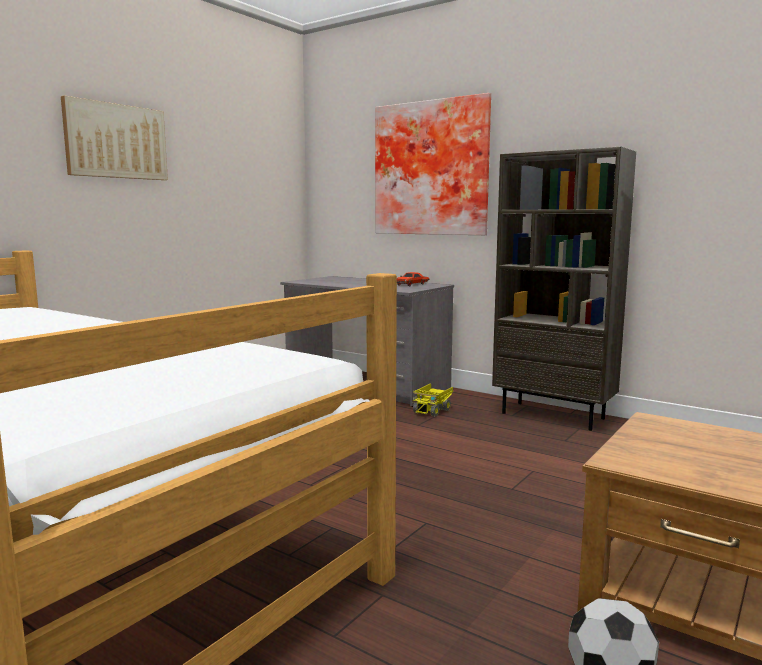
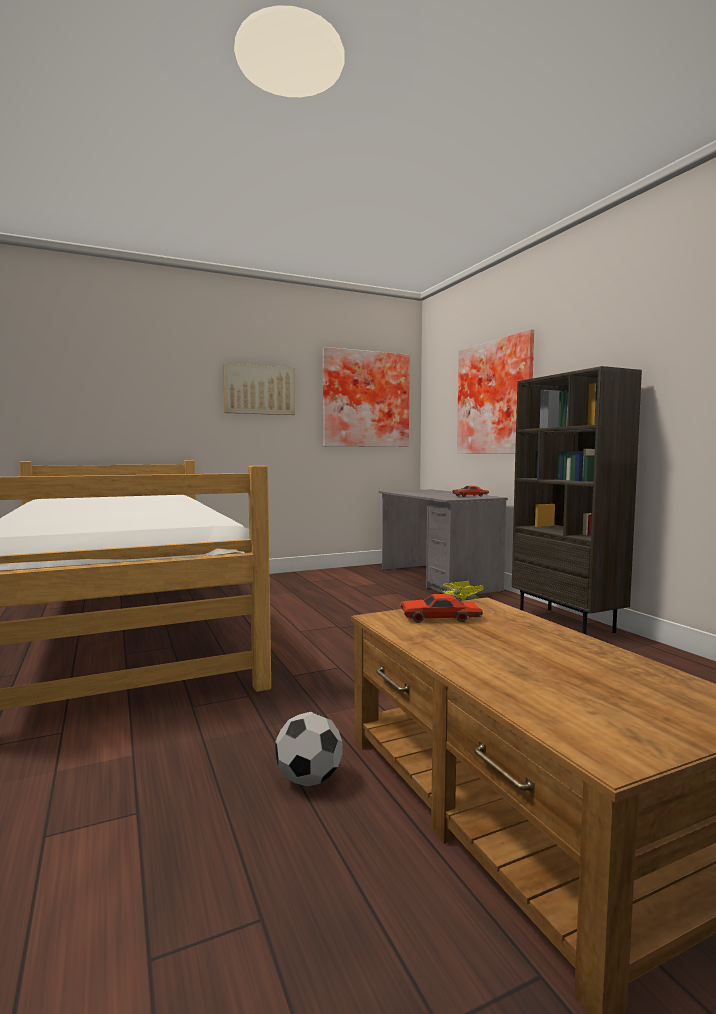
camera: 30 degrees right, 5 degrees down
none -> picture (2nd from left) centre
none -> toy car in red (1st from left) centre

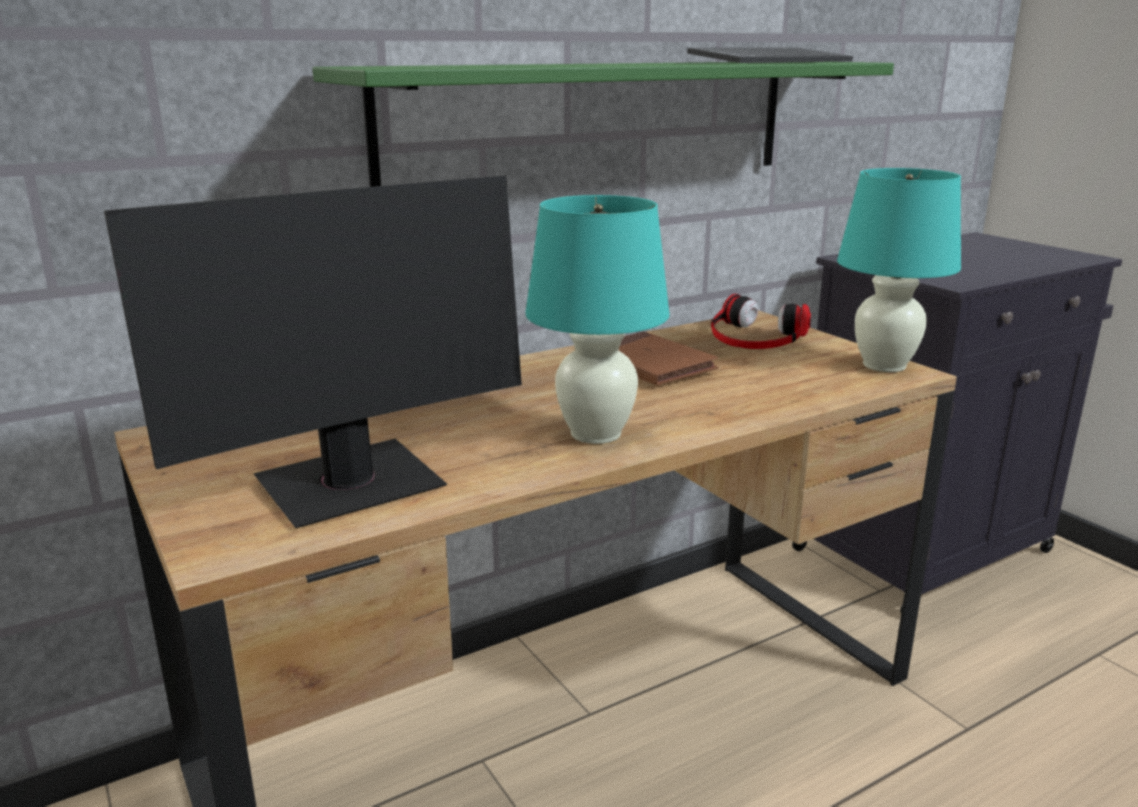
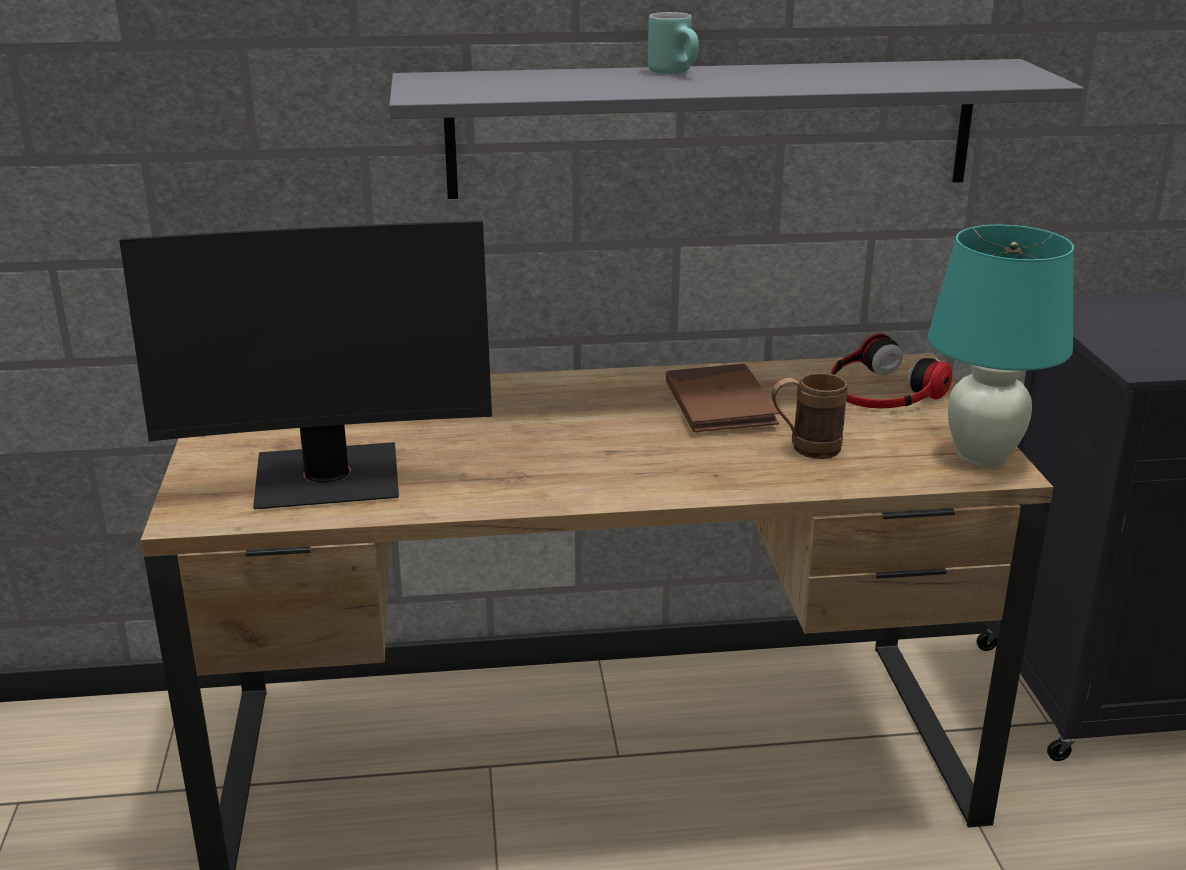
camera: 25 degrees right, 5 degrees up
shelf in green top centre -> shelf in grey top centre
table lamp in turquoise (1st from left) centre -> none
keyboard top right -> none
none -> mug in turquoise top centre
none -> mug in brown middle right

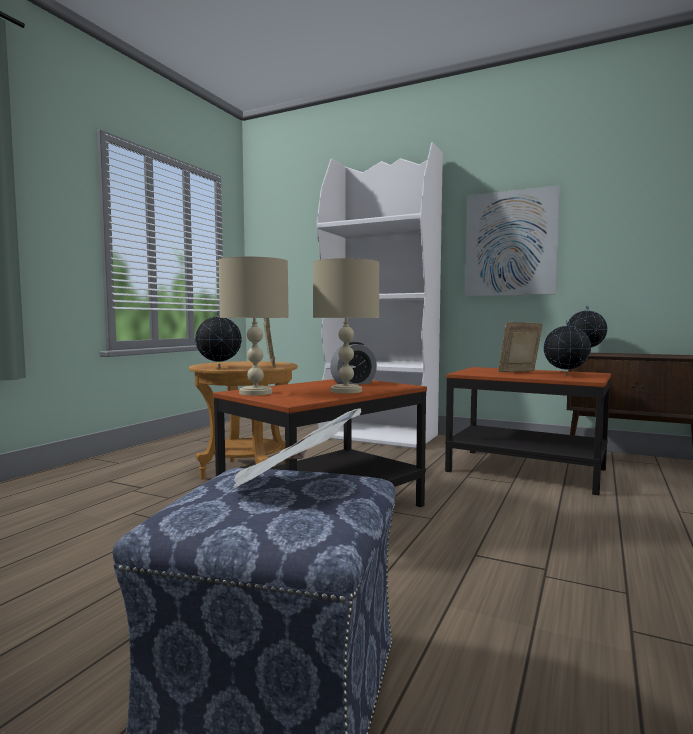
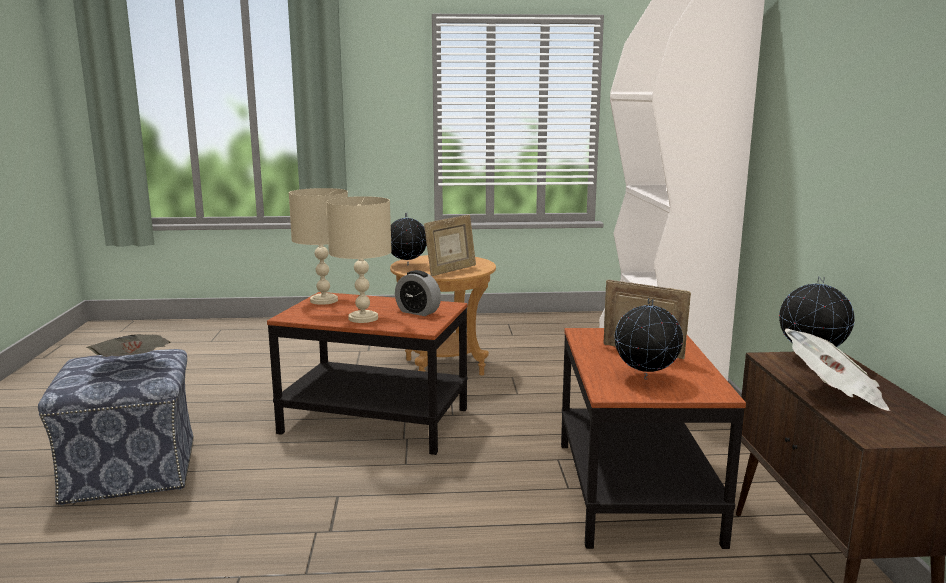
camera: 60 degrees right, 10 degrees up
picture top right -> none
none -> newspaper (2nd from left) middle right

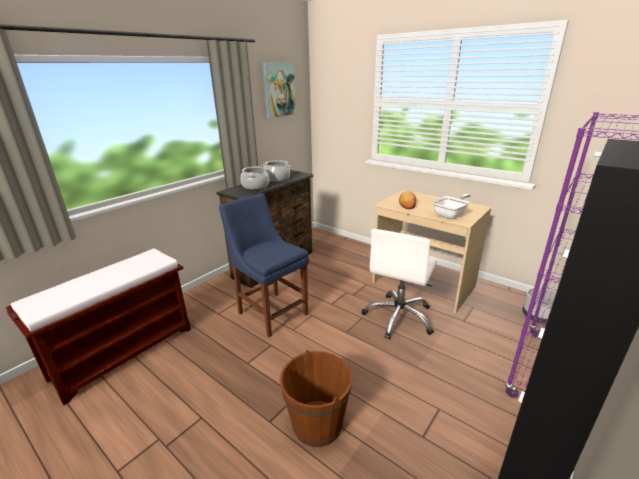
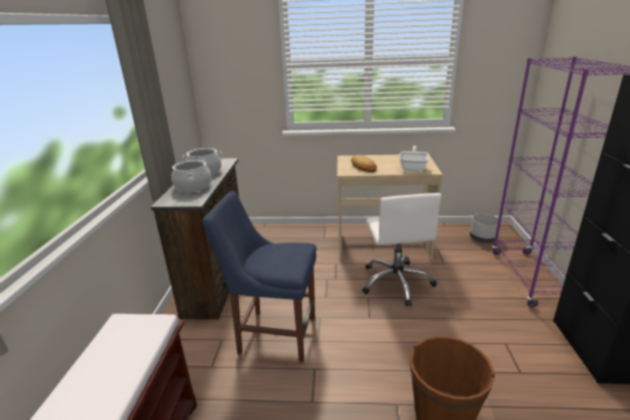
camera: 35 degrees left, 0 degrees up
picture top centre -> none

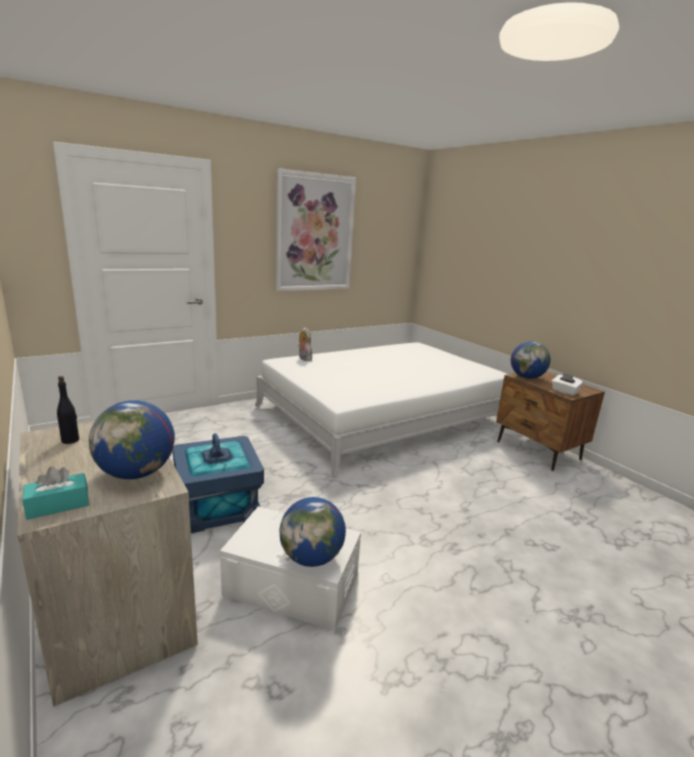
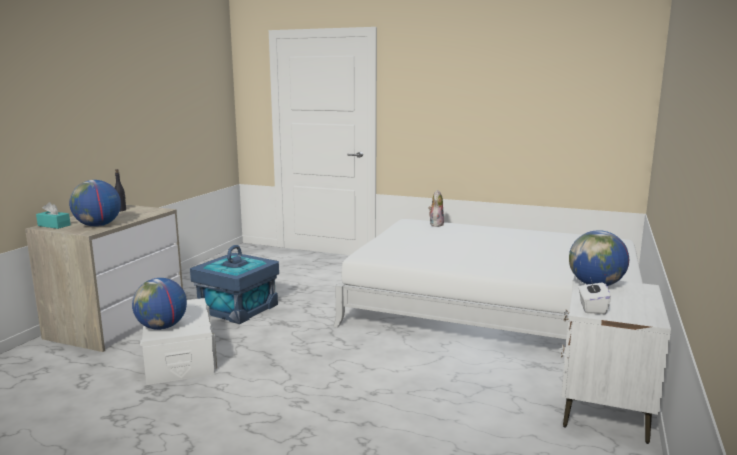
camera: 55 degrees right, 5 degrees down
picture top centre -> none
nightstand in brown middle right -> nightstand in white bottom right

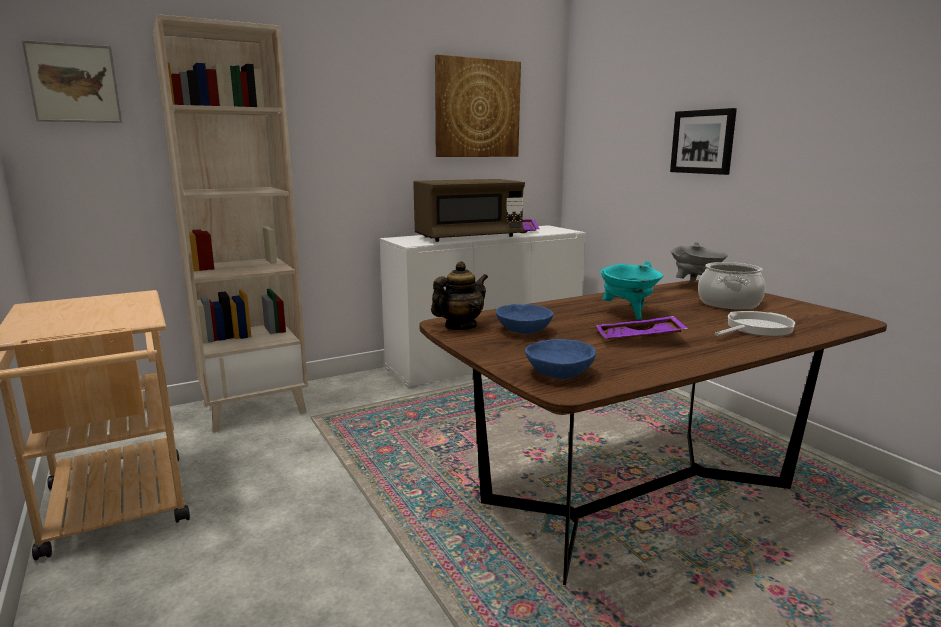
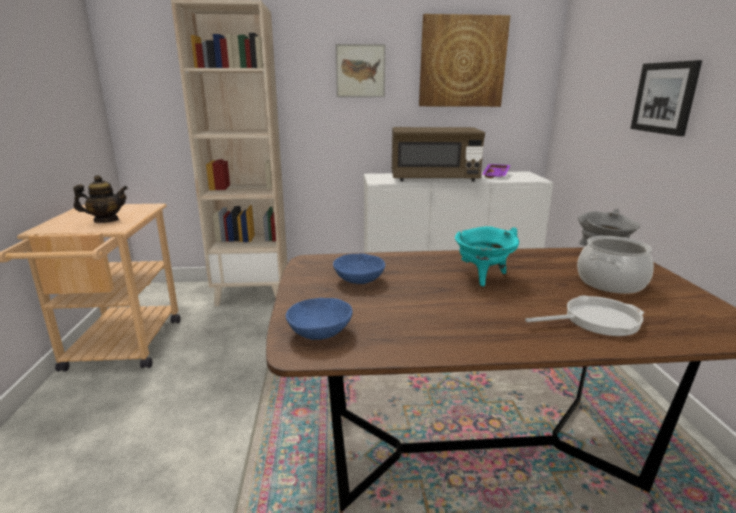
camera: 25 degrees right, 5 degrees up
picture (1st from left) top left -> picture (1st from left) top centre, moved
teapot centre -> teapot middle left, moved
tray in purple (2nd from left) middle right -> none

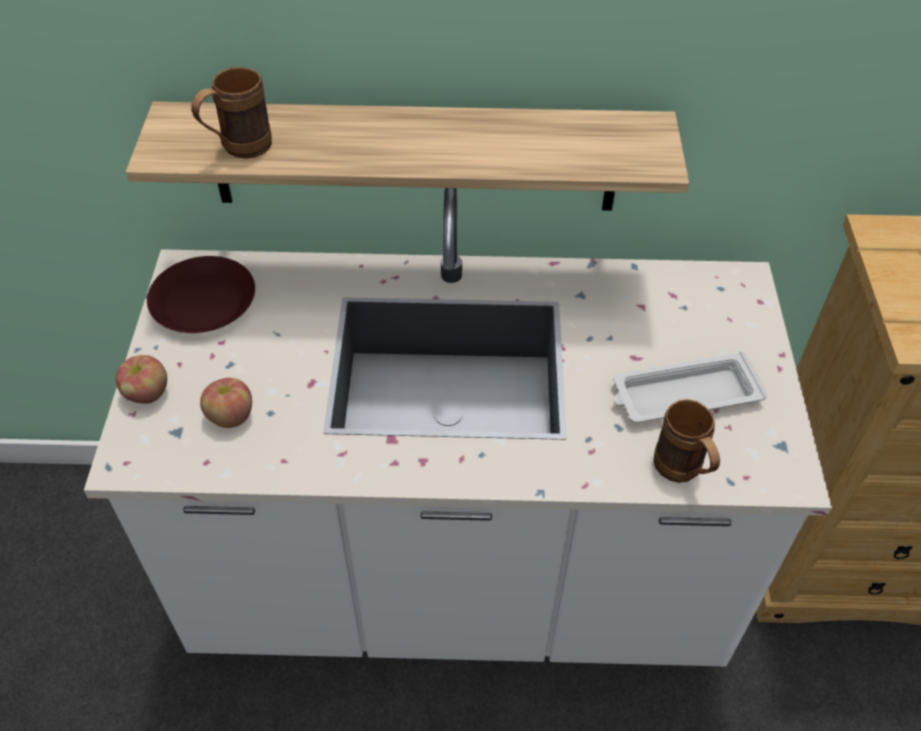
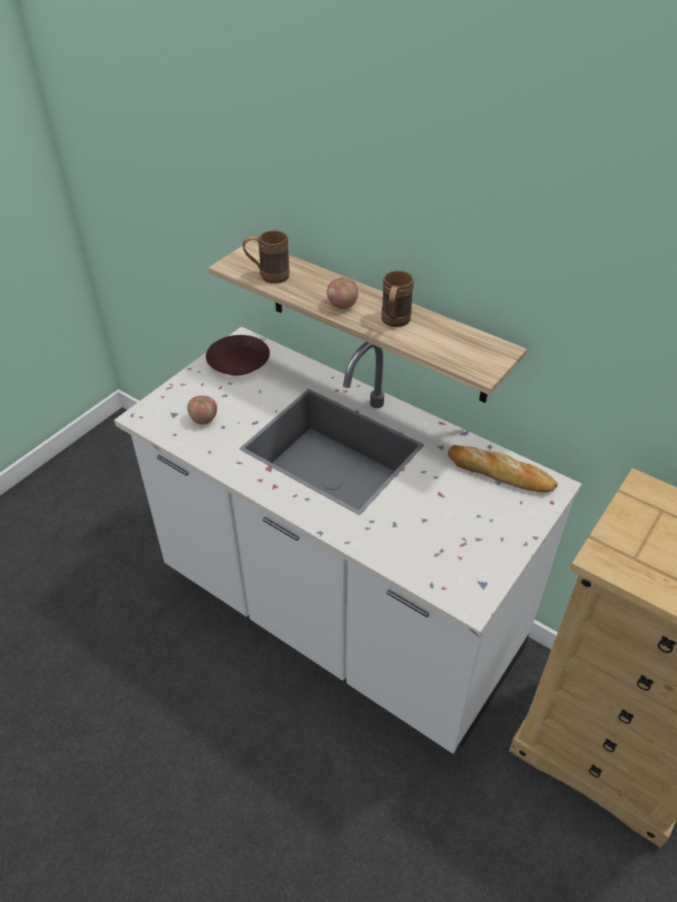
camera: 35 degrees right, 5 degrees down
apple (1st from left in the first image) middle left -> apple (2nd from left) top centre, moved
tray in white middle right -> none
mug in brown (2nd from left) middle right -> mug in brown (2nd from left) top centre, moved
none -> bread middle right

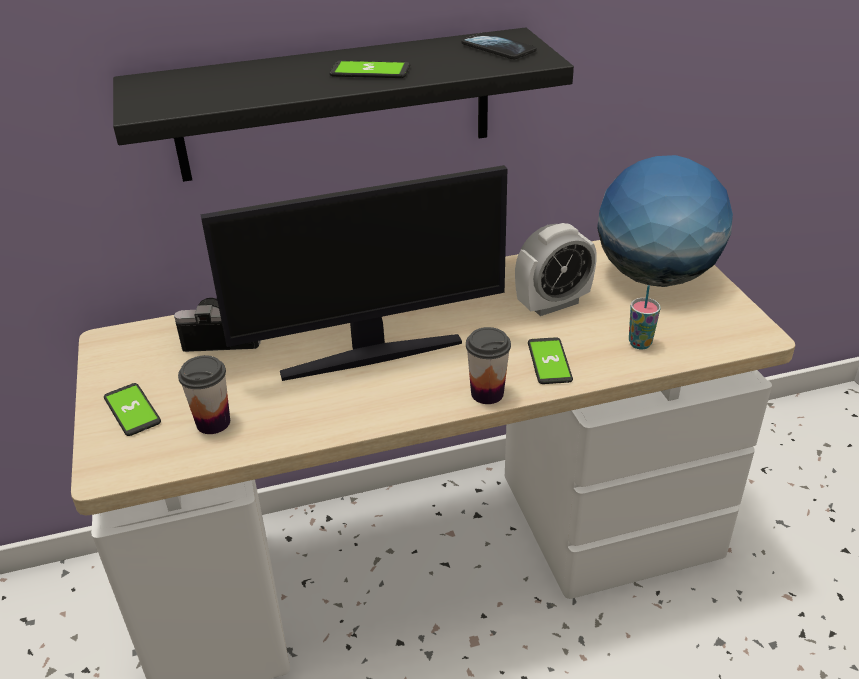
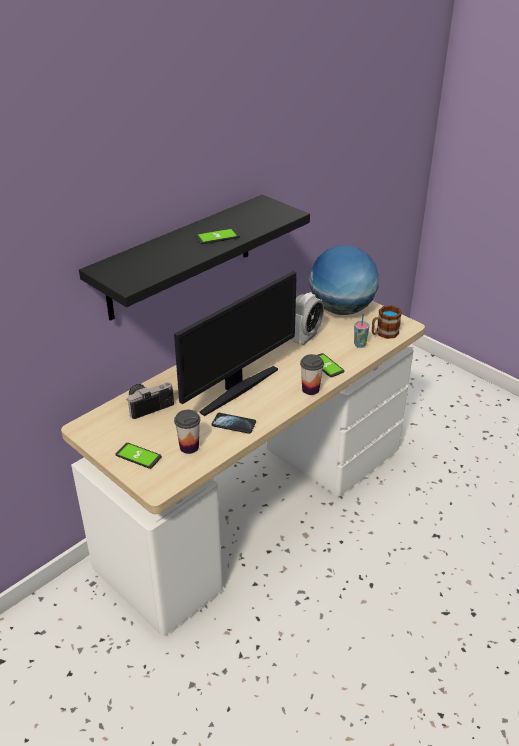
camera: 30 degrees left, 0 degrees up
phone (3rd from left) top centre -> phone (3rd from left) centre, moved
none -> mug middle right

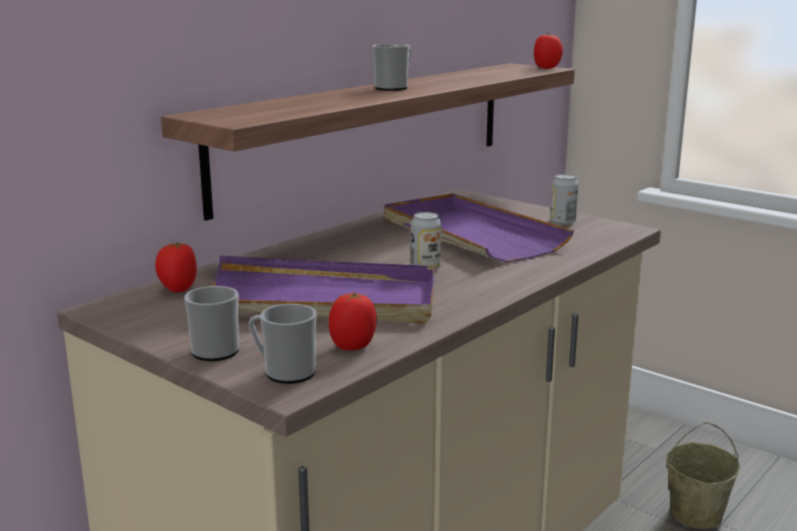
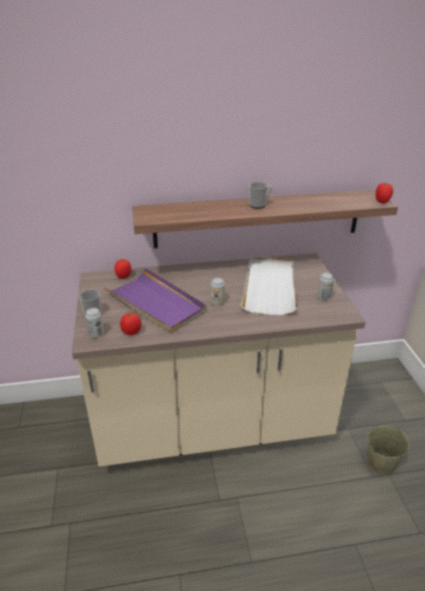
camera: 40 degrees right, 15 degrees up
mug (2nd from left) centre -> can (1st from left) middle left
tray in purple (2nd from left) centre -> tray in white centre

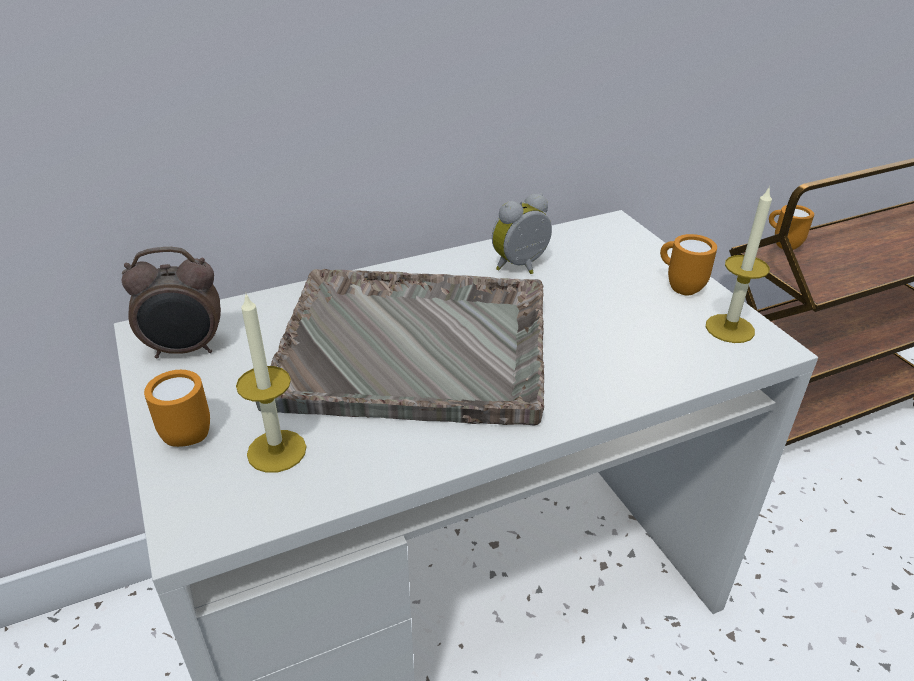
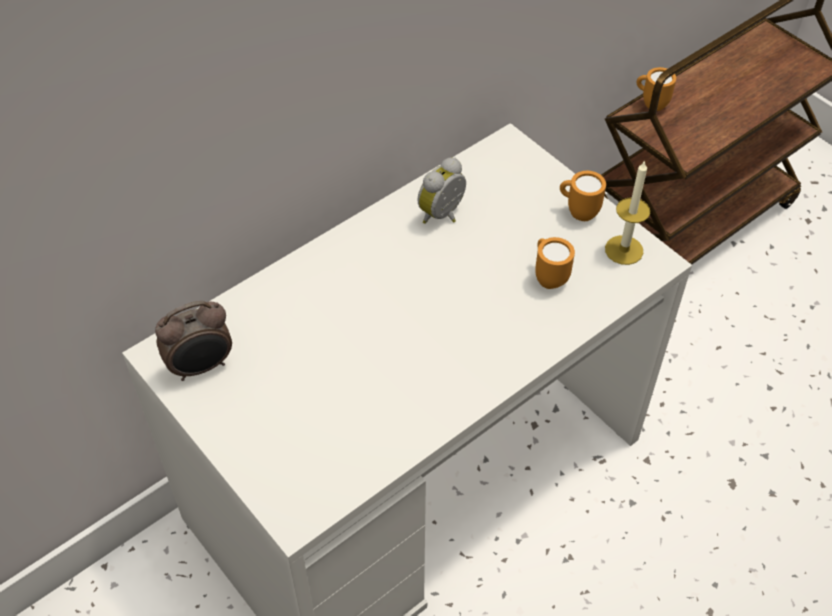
camera: 15 degrees left, 15 degrees up
mug in orange (1st from left) middle left -> mug in orange (1st from left) middle right, moved
candle (1st from left) middle left -> none
tray in grey centre -> none

